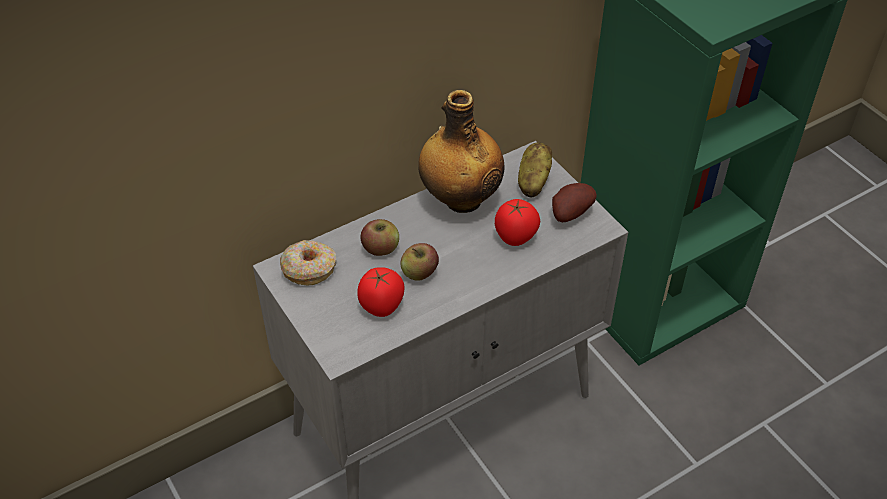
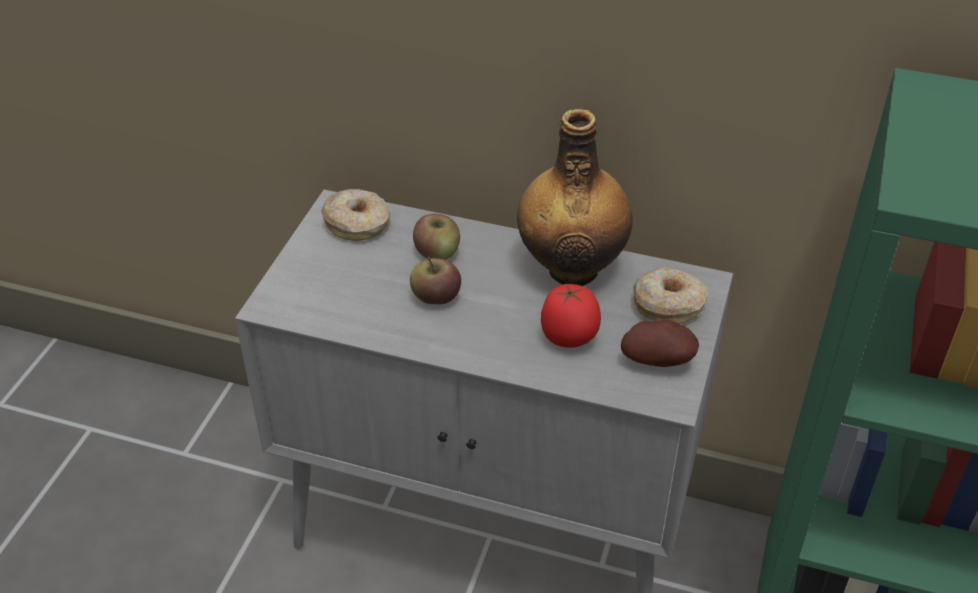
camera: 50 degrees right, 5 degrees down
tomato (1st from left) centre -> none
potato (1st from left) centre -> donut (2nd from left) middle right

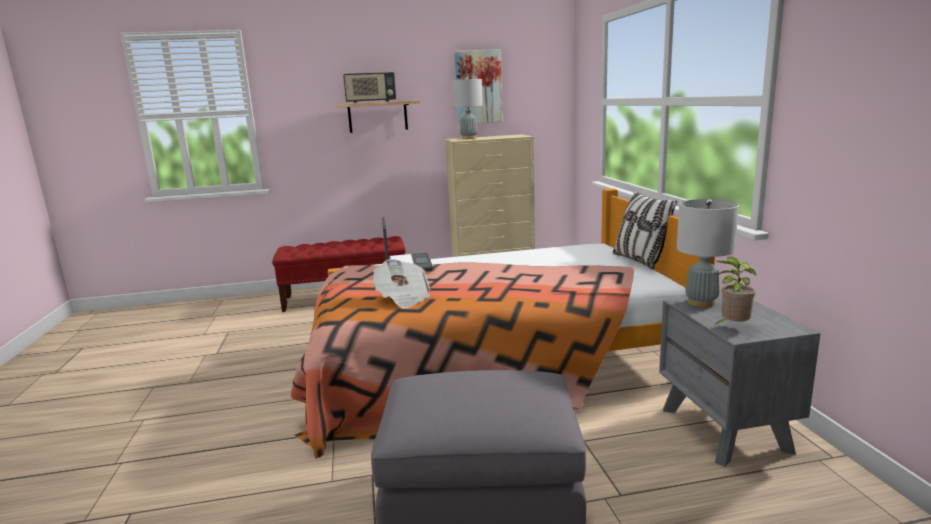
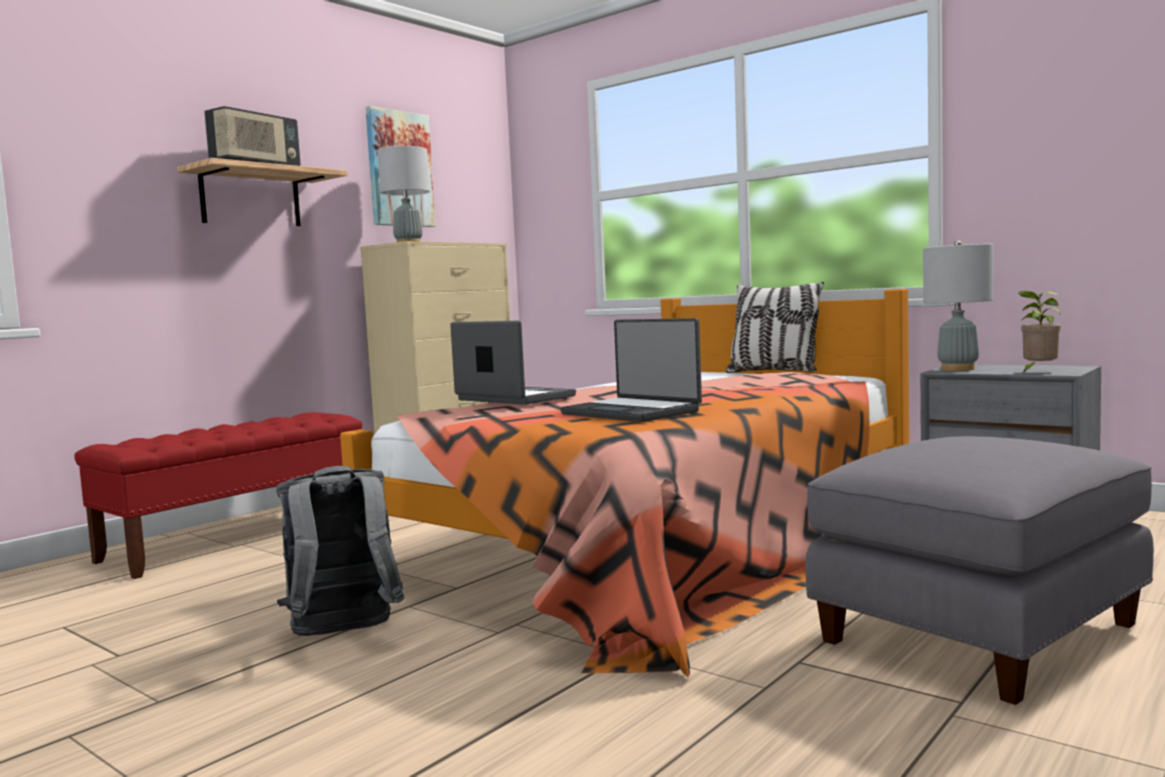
camera: 40 degrees left, 10 degrees down
newspaper centre -> laptop (2nd from left) centre
none -> backpack in grey bottom left

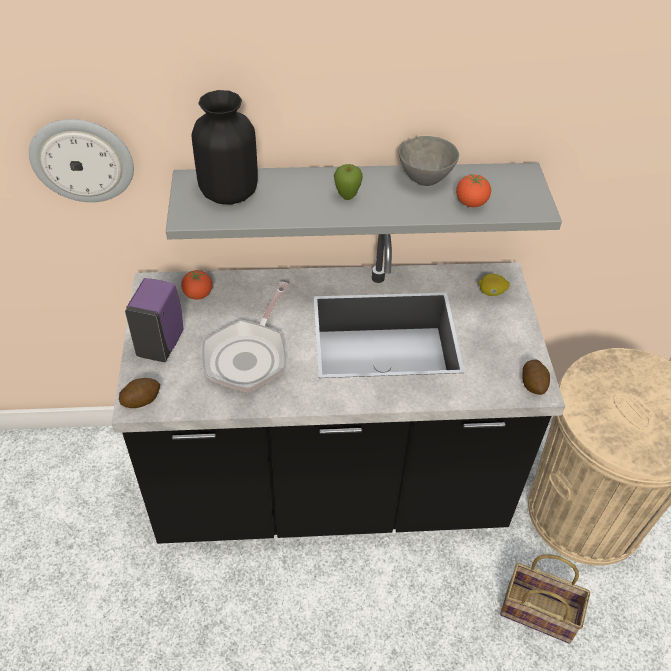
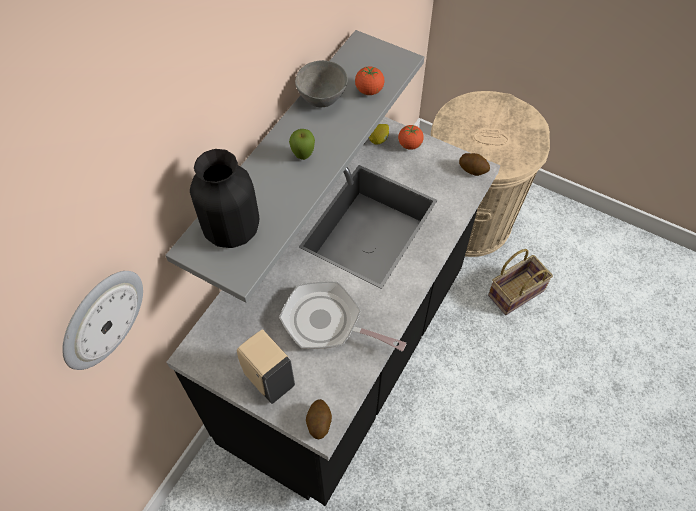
camera: 55 degrees left, 10 degrees up
soap dispenser in purple middle left -> soap dispenser in beige bottom centre
tomato (1st from left in the first image) middle left -> tomato (2nd from left) top centre, moved
frying pan centre, 150 degrees clockwise

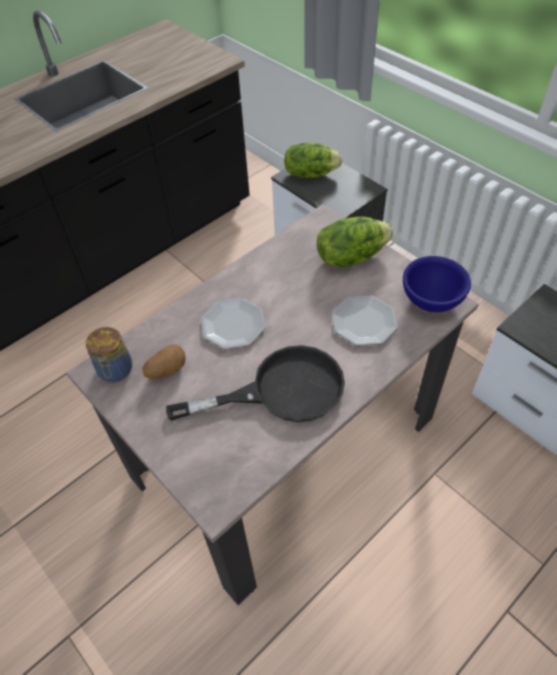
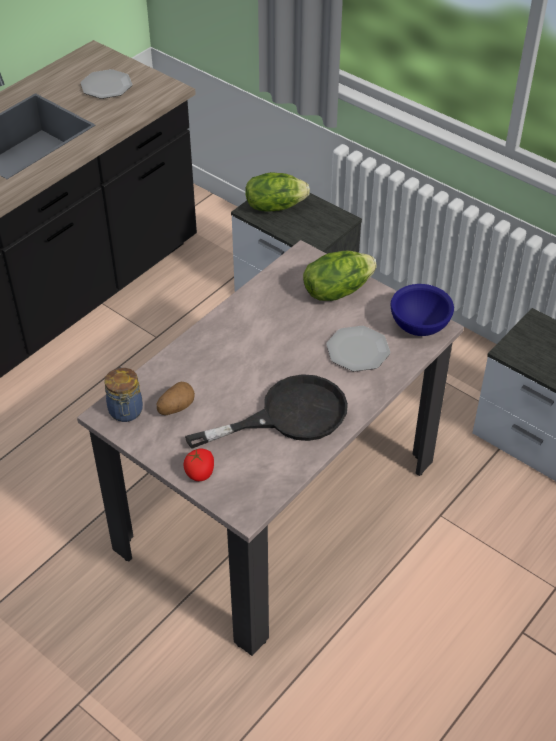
camera: 10 degrees left, 5 degrees down
plate (1st from left) centre -> plate (1st from left) top left, moved
none -> tomato centre

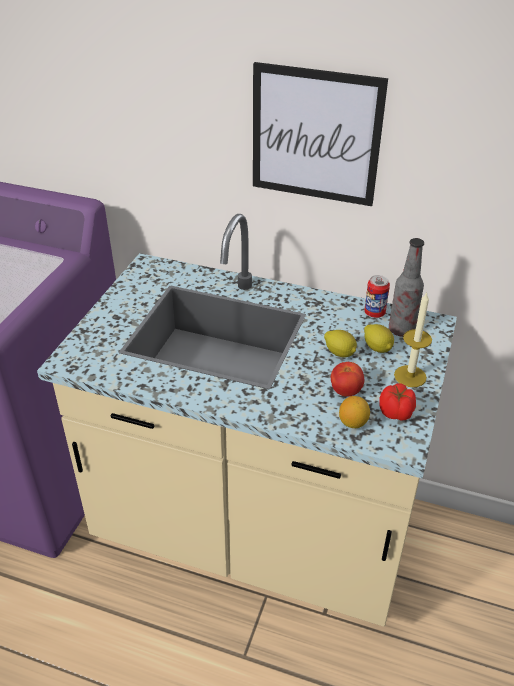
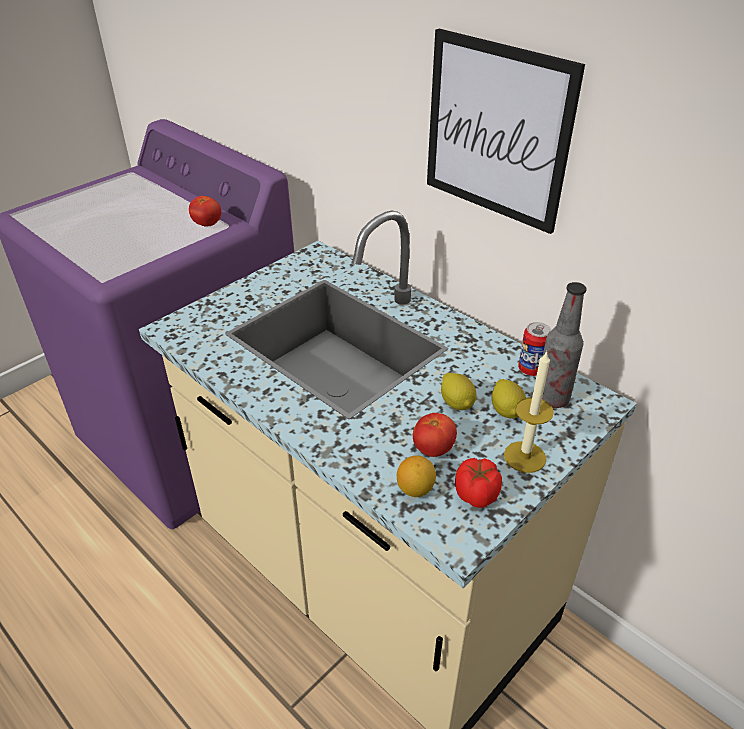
camera: 25 degrees right, 0 degrees up
none -> tomato (1st from left) top left

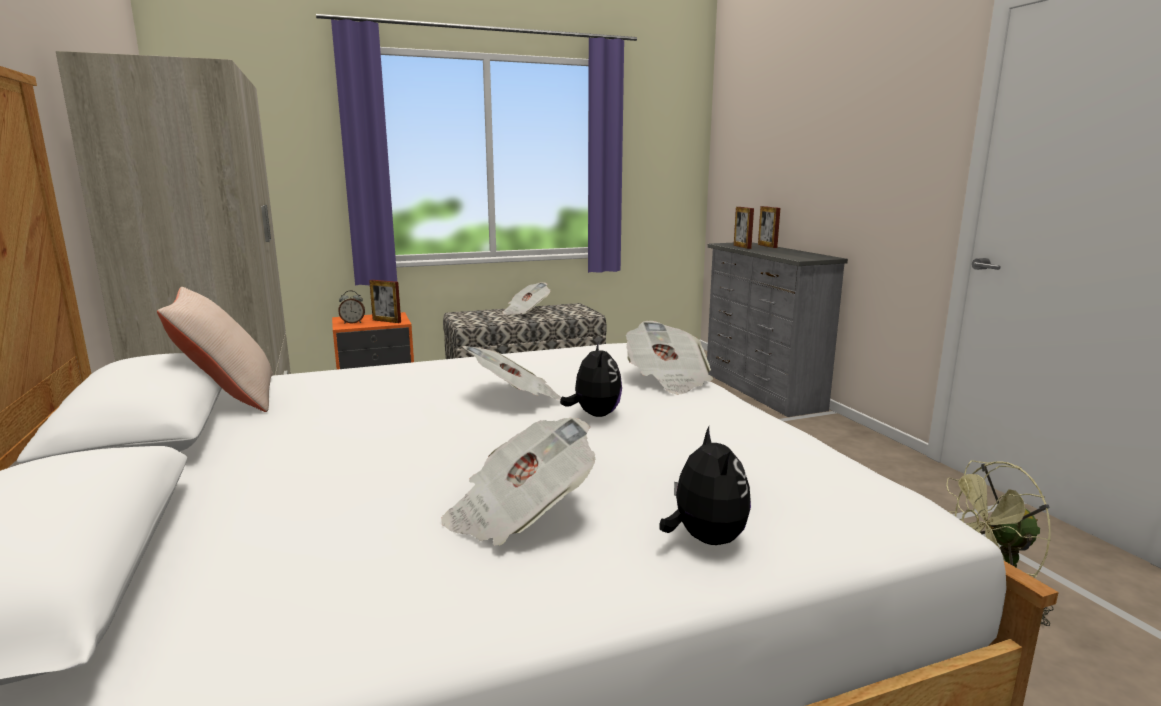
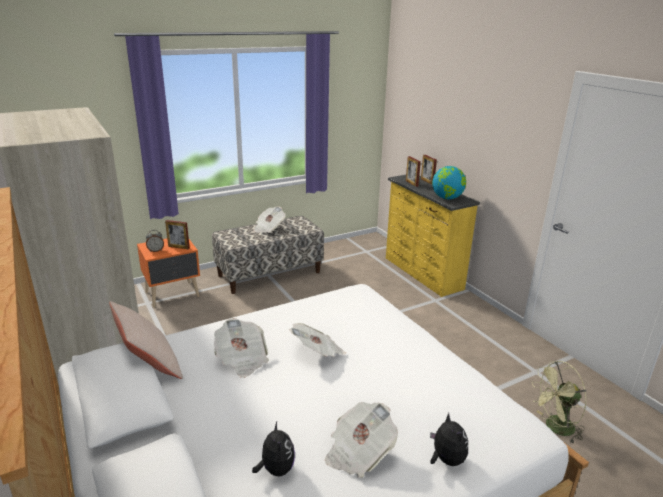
camera: 10 degrees left, 10 degrees up
plush toy (1st from left) centre -> plush toy (1st from left) bottom centre, moved
newspaper (4th from left in the first image) centre -> newspaper (1st from left) bottom centre, moved
dresser in grey middle right -> dresser in yellow centre
none -> globe middle right

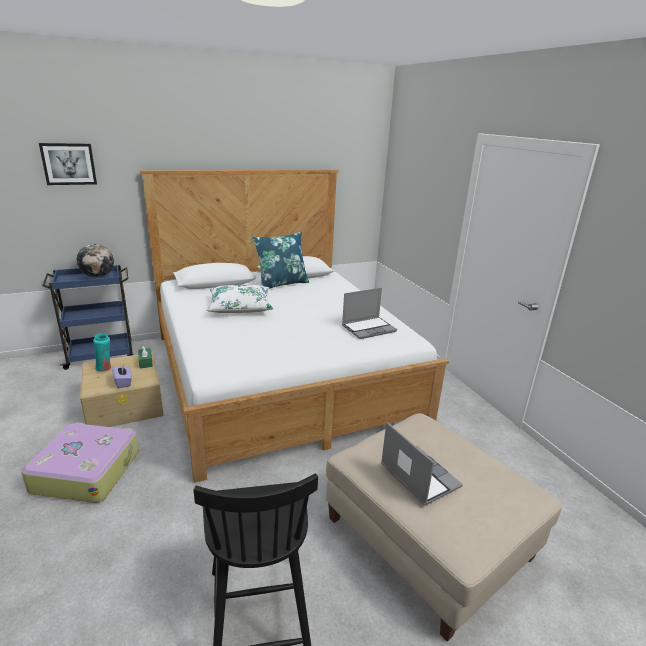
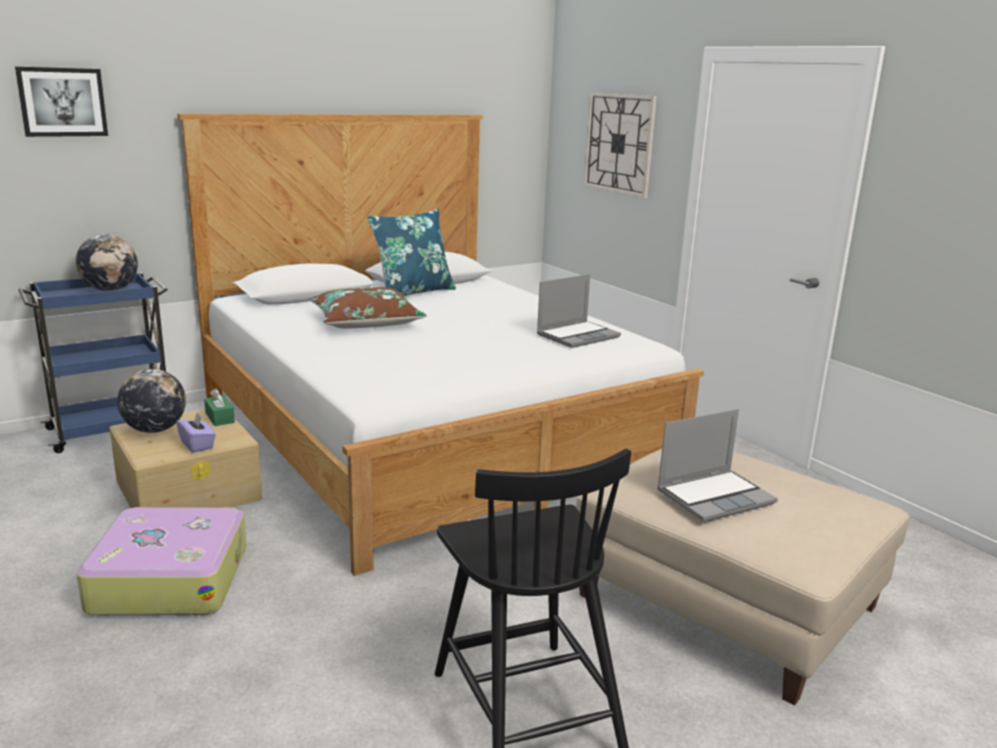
camera: 10 degrees left, 5 degrees down
vase in turquoise middle left -> globe (2nd from left) middle left
pillow in white centre -> pillow in brown centre
laptop (2nd from left) bottom centre -> laptop (2nd from left) middle right, 105 degrees clockwise
none -> wall clock top centre

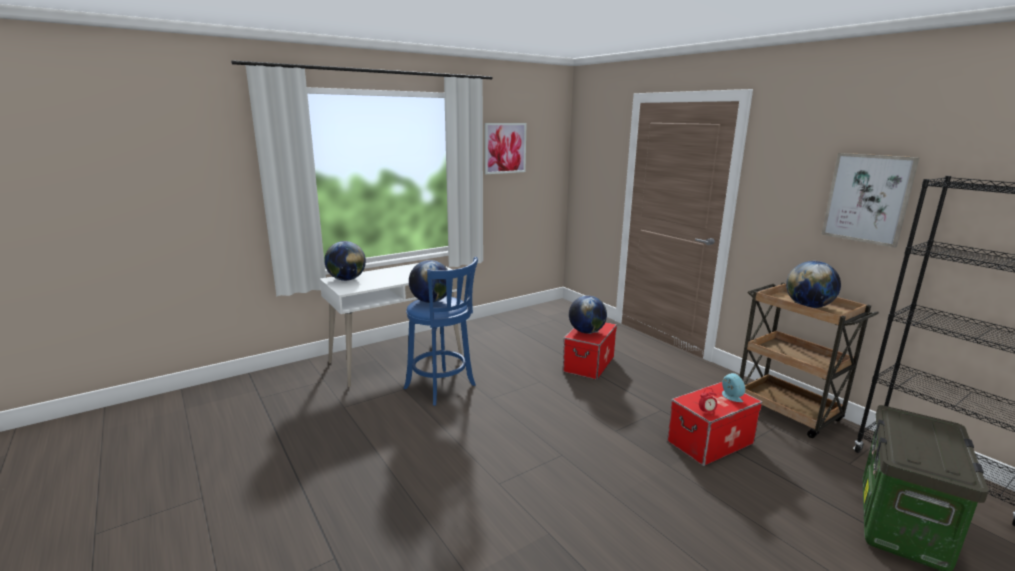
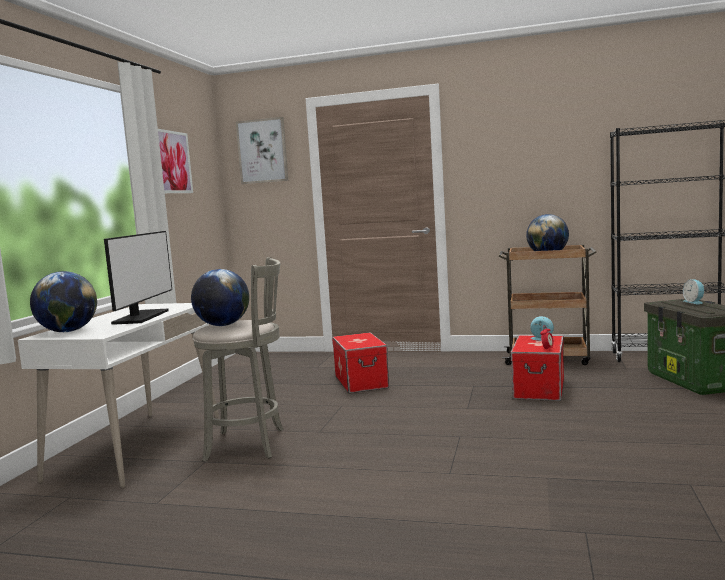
camera: 40 degrees left, 10 degrees down
stool in blue centre -> stool in grey middle left
globe (3rd from left) centre -> none
picture (2nd from left) middle right -> picture (2nd from left) top centre, moved
none -> monitor middle left
none -> alarm clock (3rd from left) middle right

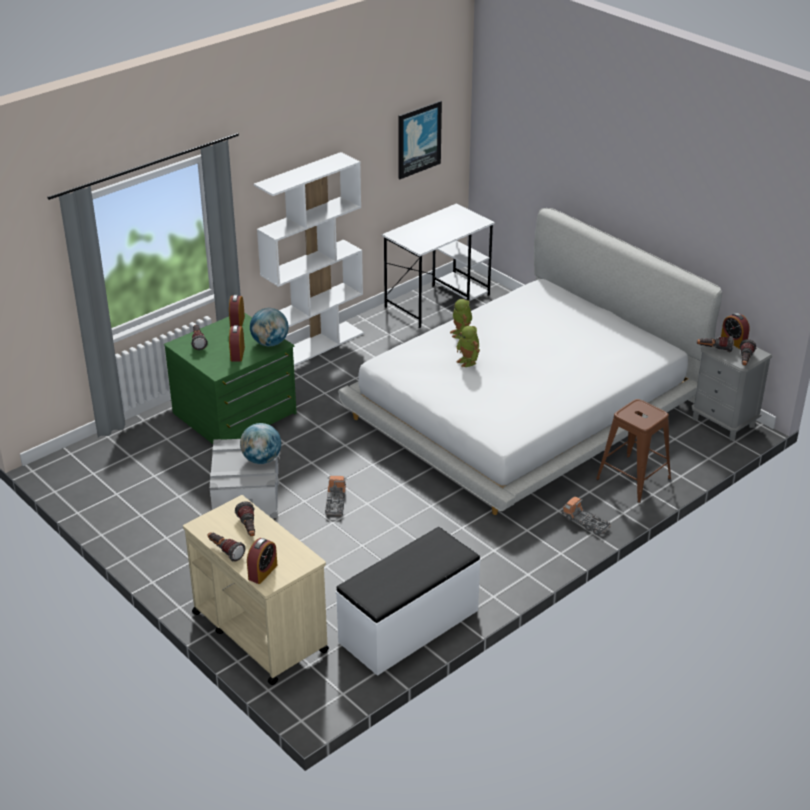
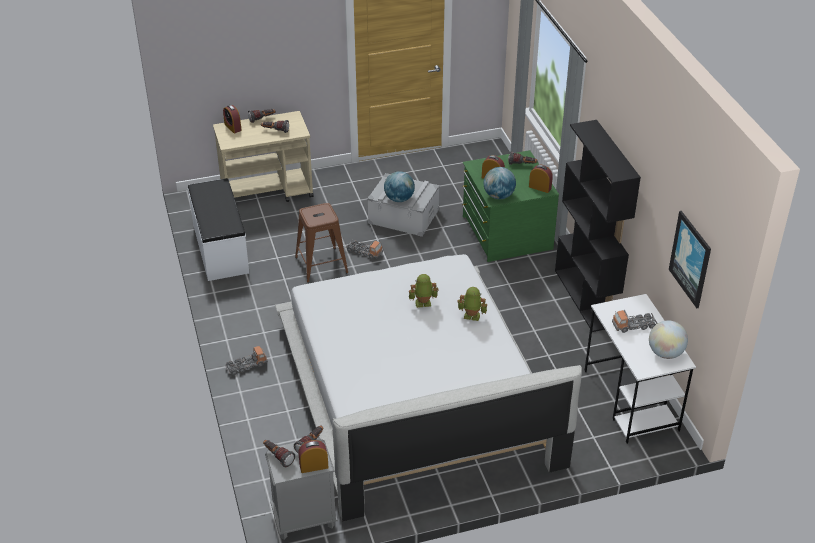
camera: 115 degrees right, 5 degrees up
bookcase in white top centre -> bookcase in black middle right
stool in brown middle right -> stool in brown centre, moved
none -> toy truck (3rd from left) middle right
none -> globe (3rd from left) middle right

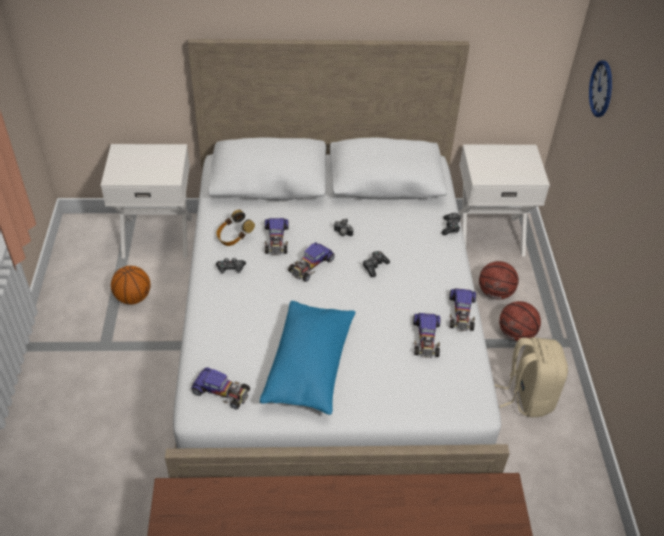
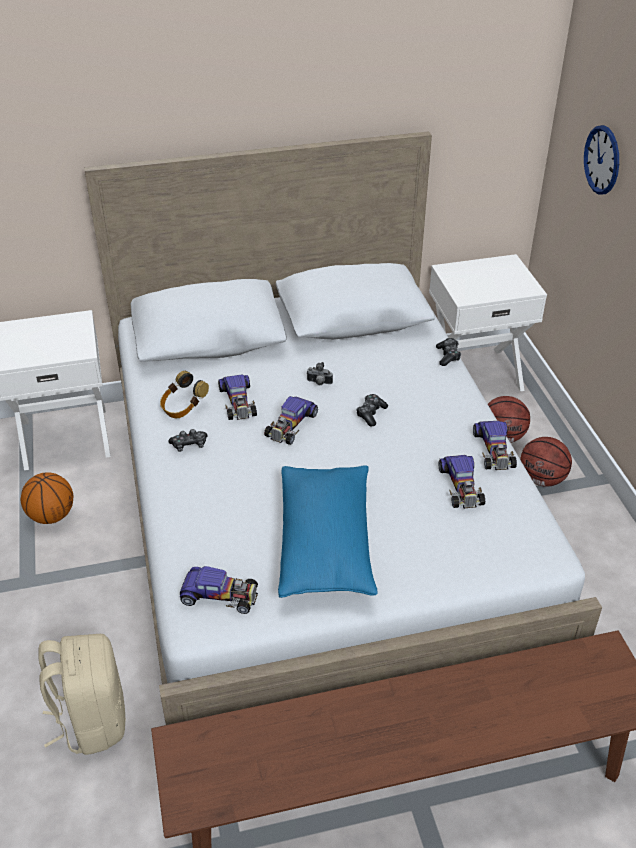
camera: 10 degrees left, 5 degrees down
backpack in beige bottom right -> backpack in beige bottom left, moved

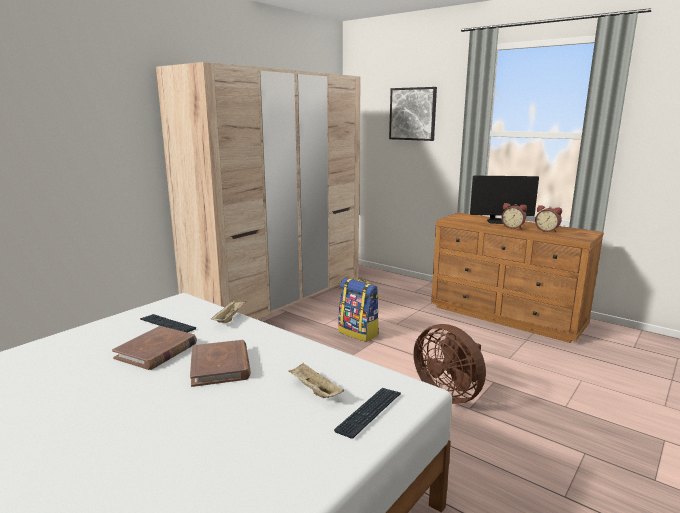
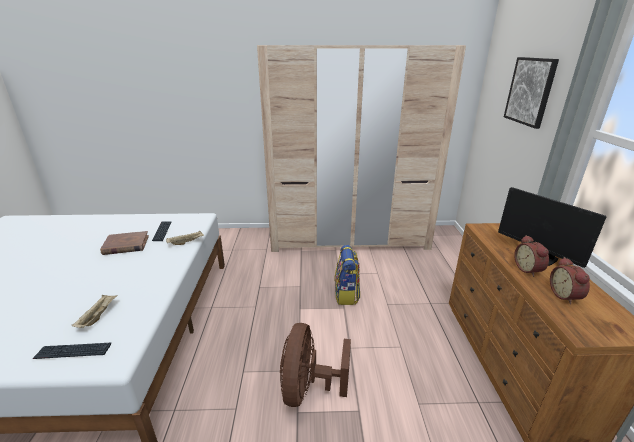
camera: 50 degrees right, 10 degrees up
book in brown (2nd from left) bottom left -> none

